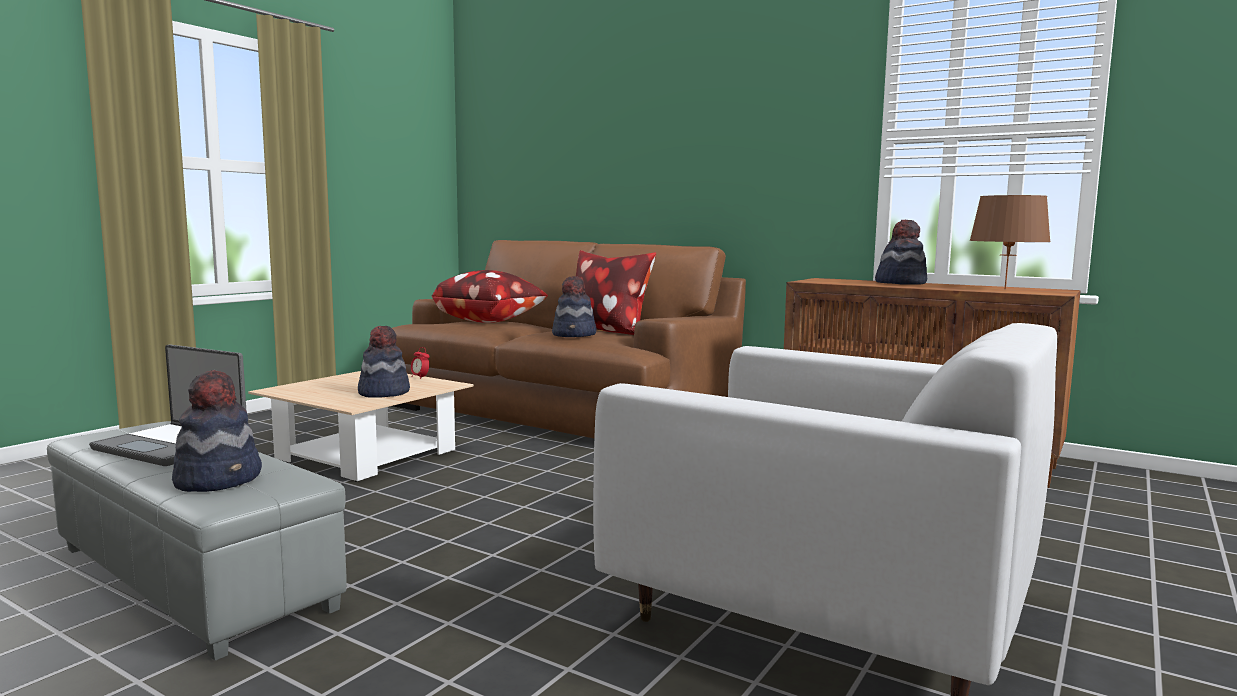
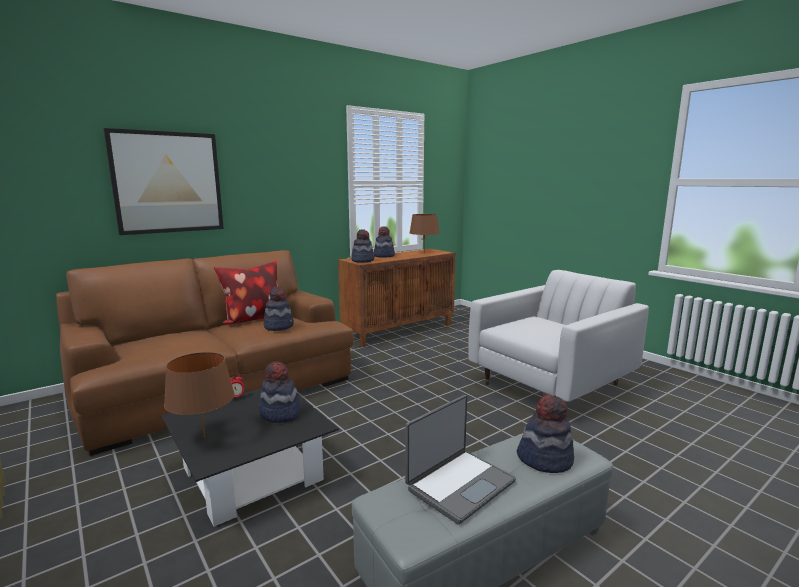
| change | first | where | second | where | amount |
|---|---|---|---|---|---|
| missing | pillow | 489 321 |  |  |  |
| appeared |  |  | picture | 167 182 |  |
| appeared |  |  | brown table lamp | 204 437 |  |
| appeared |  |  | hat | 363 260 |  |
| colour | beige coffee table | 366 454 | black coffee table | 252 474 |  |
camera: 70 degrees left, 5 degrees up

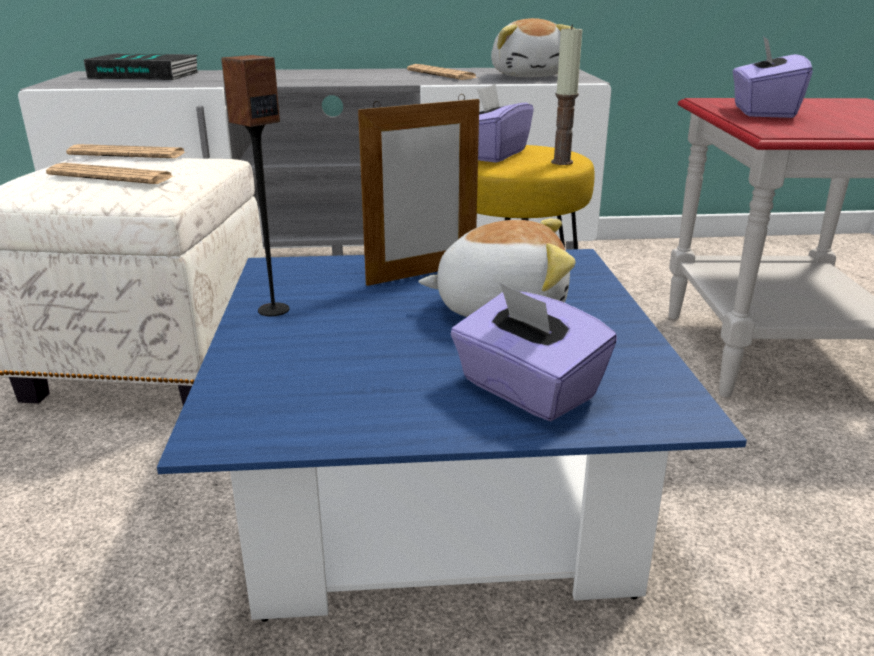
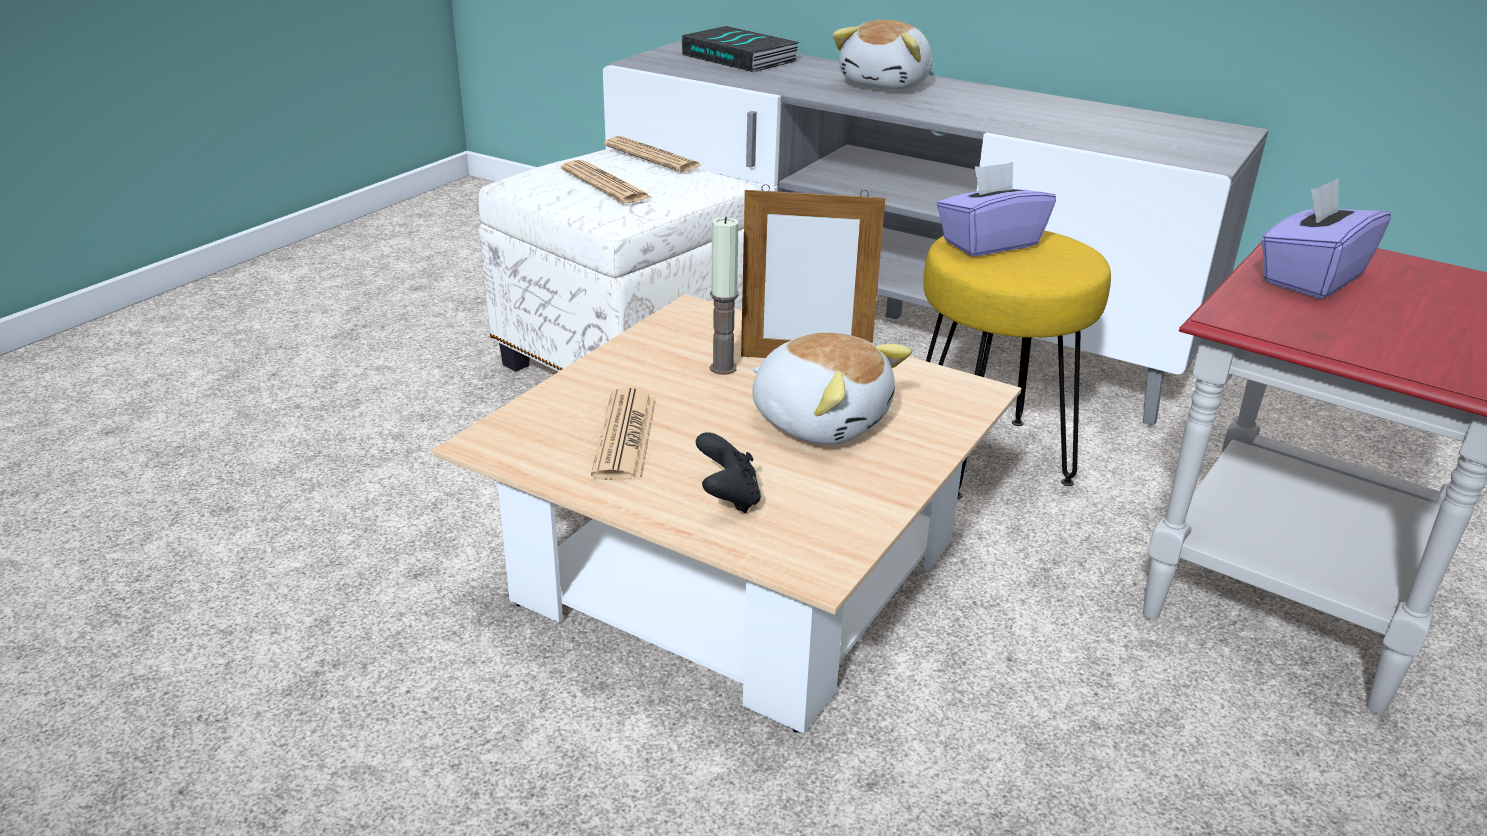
| change | first | where | second | where | amount |
|---|---|---|---|---|---|
| missing | speaker | 273 310 |  |  |  |
| relocated | newspaper | 441 74 |  | 625 436 |  |
| relocated | plush toy | 529 76 |  | 887 84 |  |
| relocated | candle | 561 162 |  | 723 368 |  |
| exchanged | purple tissue box | 526 390 | black game controller | 728 498 |  |
| colour | blue coffee table | 437 488 | beige coffee table | 739 571 |  |
camera: 35 degrees right, 5 degrees up

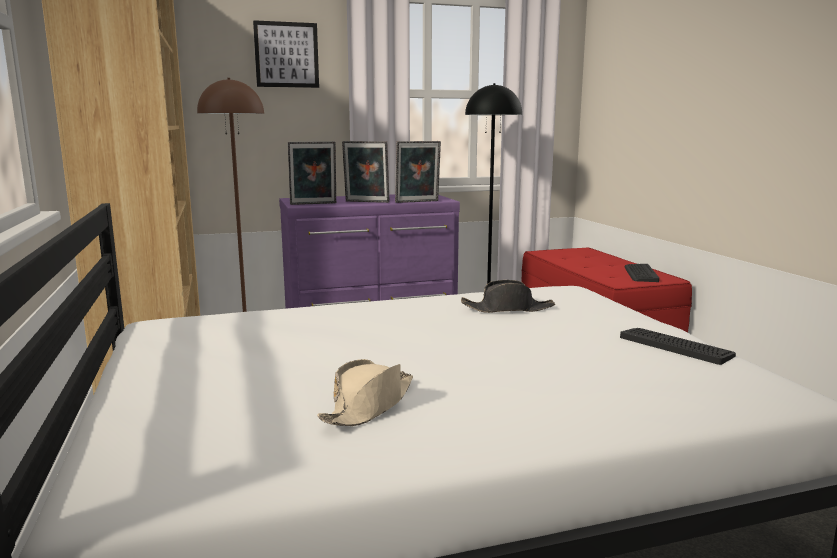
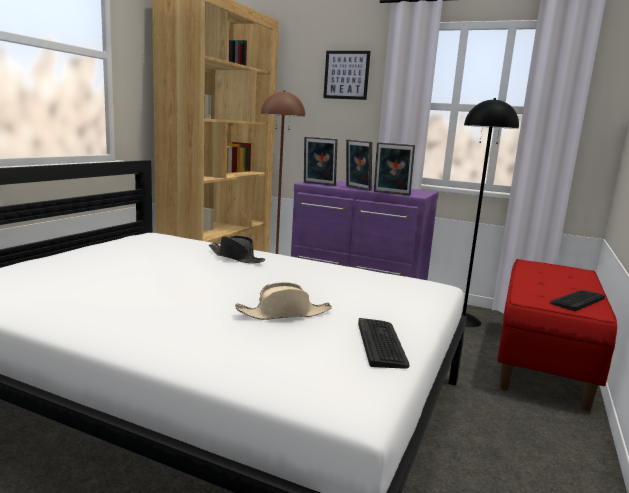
| change | first | where | second | where | amount |
|---|---|---|---|---|---|
| relocated | beige hat | 369 405 |  | 284 314 |  |
| relocated | black hat | 508 309 |  | 236 257 |  |
camera: 40 degrees right, 0 degrees up

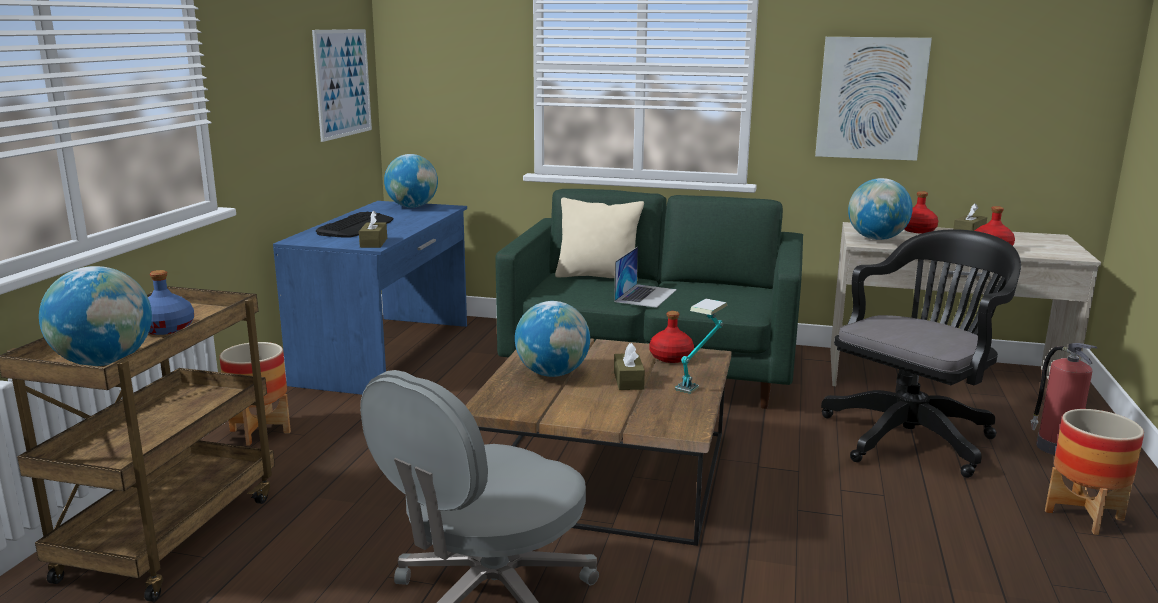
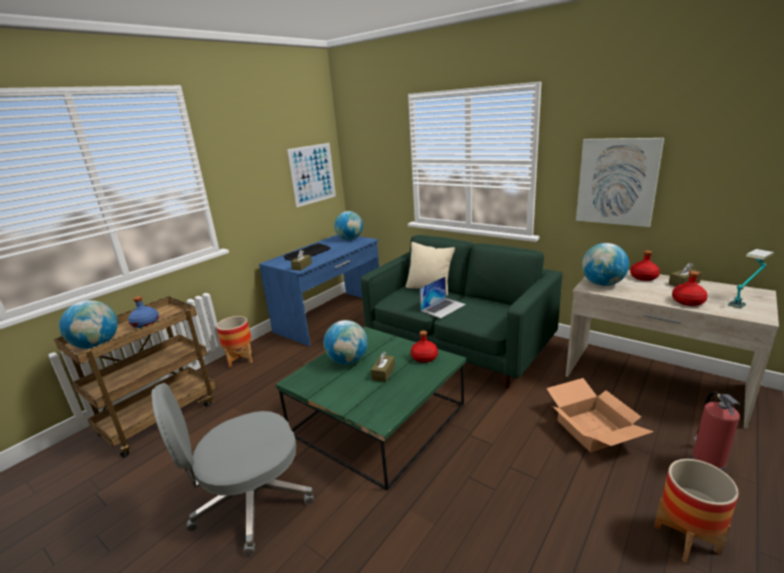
| change | first | where | second | where | amount |
|---|---|---|---|---|---|
| relocated | table lamp | 699 380 |  | 745 300 |  |
| exchanged | black office chair | 912 435 | cardboard box | 594 429 |  |
| colour | brown coffee table | 607 470 | green coffee table | 379 418 |  |
camera: 25 degrees right, 5 degrees up

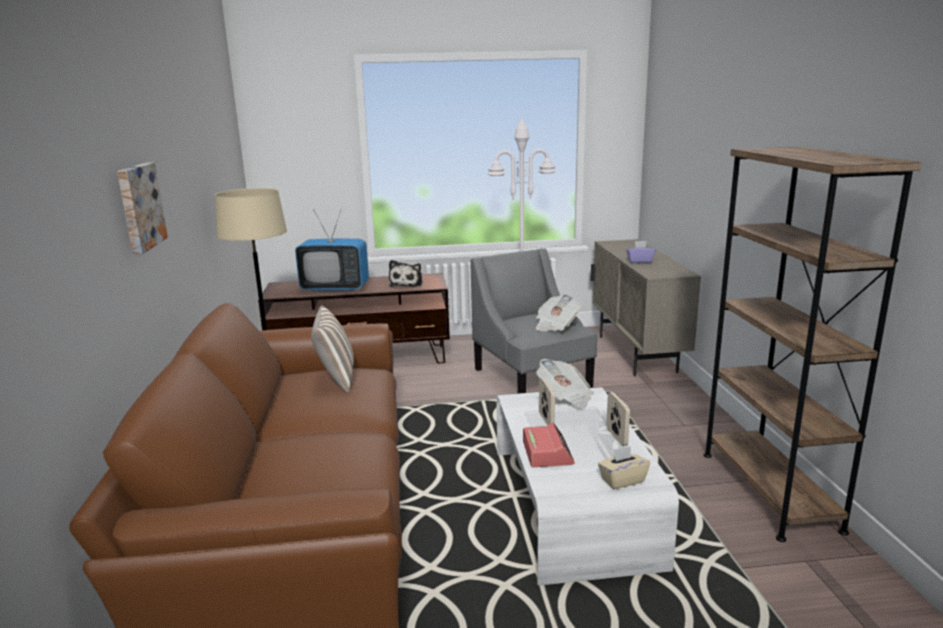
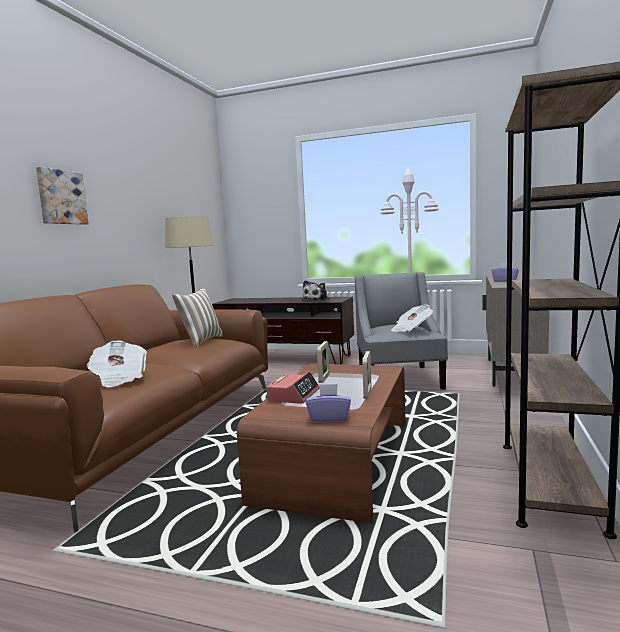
| change | first | where | second | where | amount |
|---|---|---|---|---|---|
| missing | television | 335 288 |  |  |  |
| relocated | newspaper | 565 397 |  | 119 378 |  |
| colour | white coffee table | 572 505 | brown coffee table | 337 459 |  |
| colour | beige tissue box | 622 480 | purple tissue box | 329 418 |  |
camera: 25 degrees right, 10 degrees down

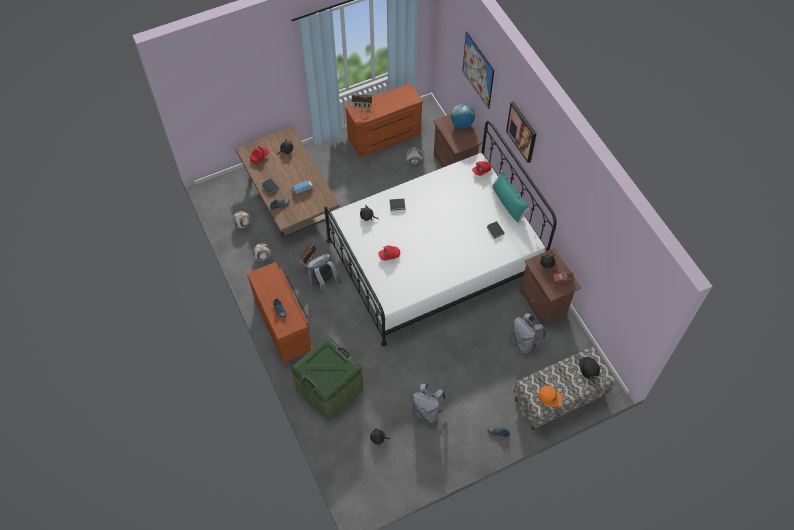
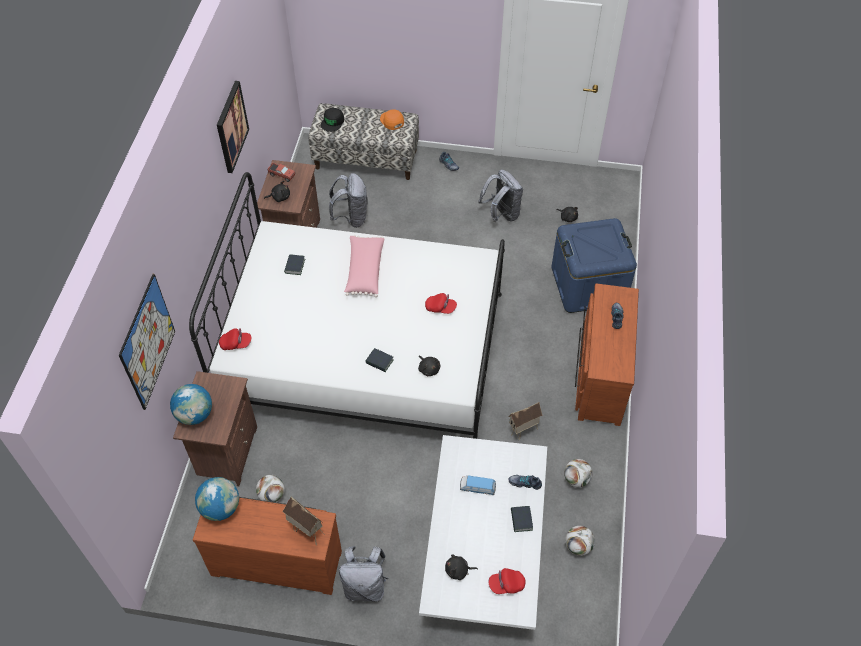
| change | first | where | second | where | amount |
|---|---|---|---|---|---|
| missing | turquoise pillow | 508 203 |  |  |  |
| appeared |  |  | globe | 221 508 |  |
| appeared |  |  | pink pillow | 364 271 |  |
| relocated | grey backpack | 323 283 |  | 365 586 |  |
| relocated | picture | 522 131 |  | 231 127 |  |
| colour | brown coffee table | 289 196 | white coffee table | 485 550 |  |
| colour | green storage box | 329 388 | blue storage box | 588 285 |  |
camera: 145 degrees left, 5 degrees down

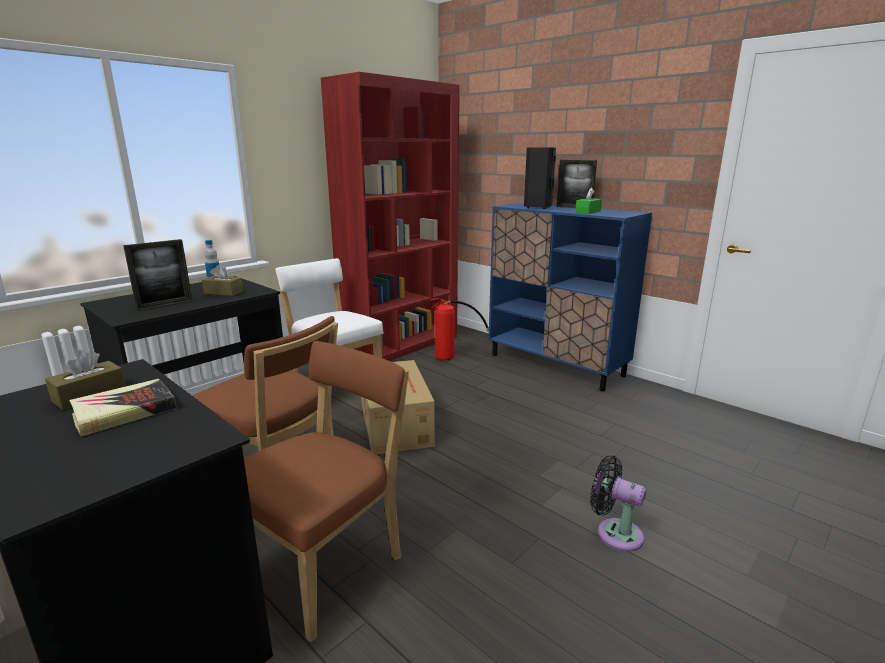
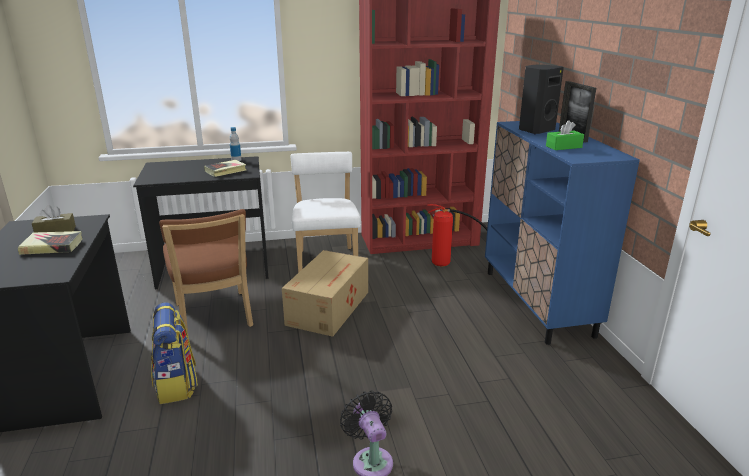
| change | first | where | second | where | amount |
|---|---|---|---|---|---|
| missing | picture frame | 165 305 |  |  |  |
| exchanged | brown tissue box | 223 292 | book | 226 171 |  |
| exchanged | brown chair | 327 564 | backpack | 177 384 |  |
camera: 35 degrees right, 5 degrees up

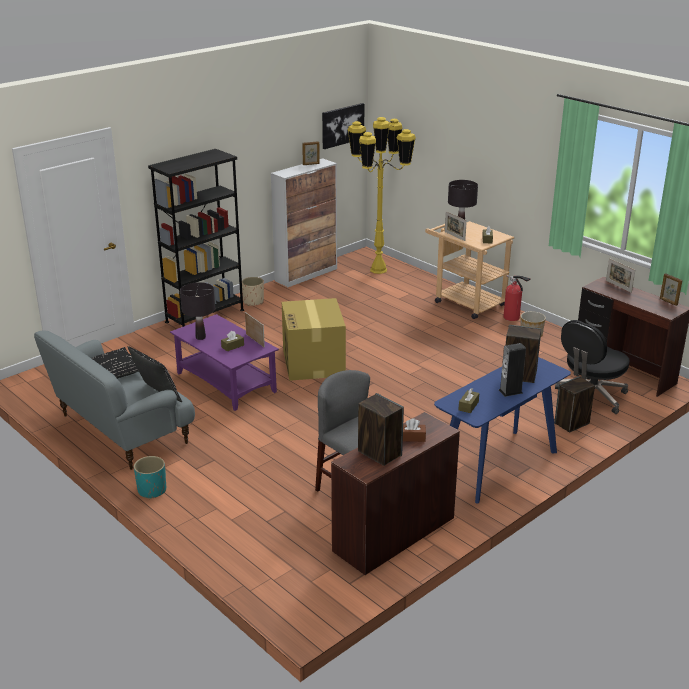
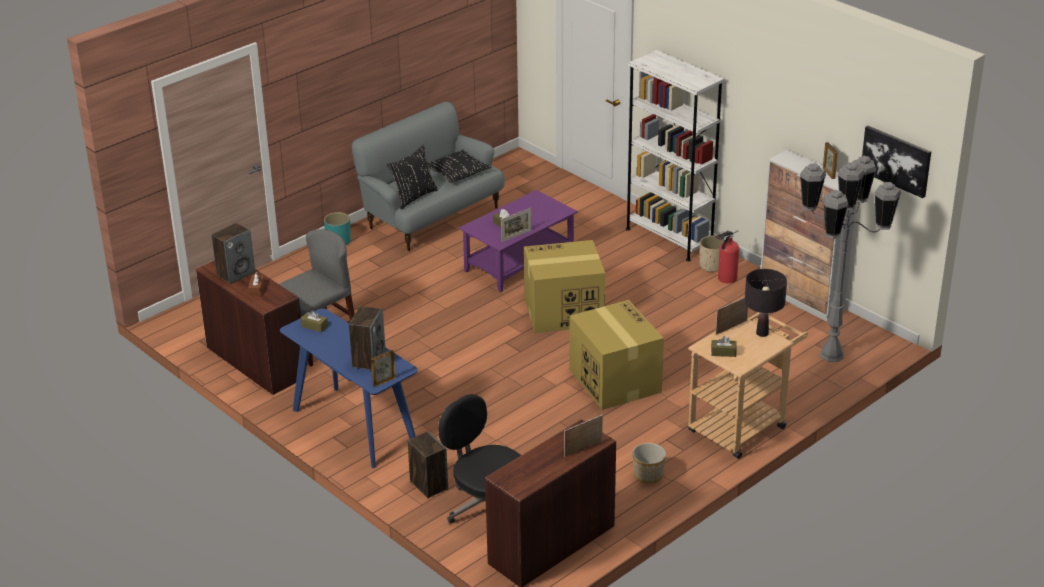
| change | first | where | second | where | amount |
|---|---|---|---|---|---|
| missing | black table lamp | 200 337 |  |  |  |
| missing | speaker | 510 391 |  |  |  |
| appeared |  |  | cardboard box | 614 380 |  |
| relocated | fire extinguisher | 513 318 |  | 725 279 |  |
| relocated | picture frame | 668 302 |  | 384 381 |  |
| colour | black bookcase | 205 316 | white bookcase | 669 238 |  |
| colour | yellow floor lamp | 378 270 | grey floor lamp | 831 355 |  |
camera: 90 degrees right, 5 degrees up

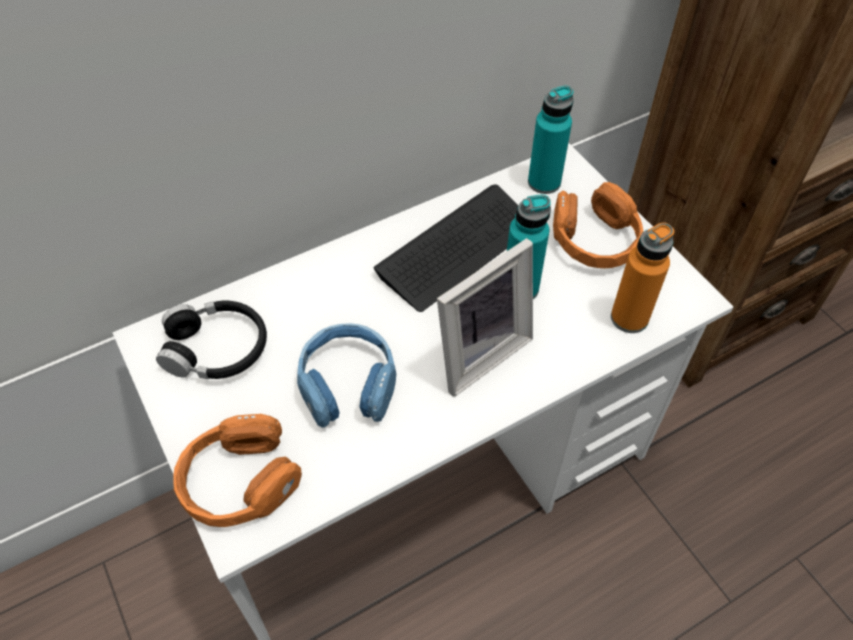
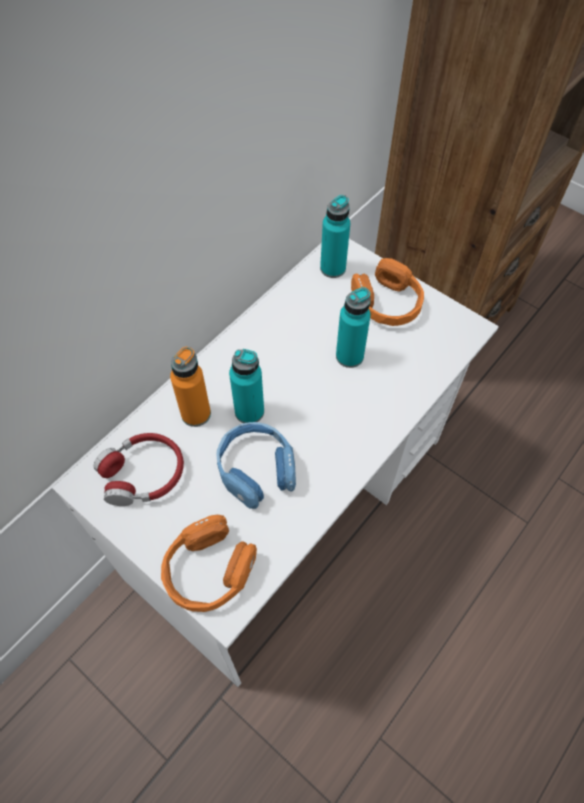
| change | first | where | second | where | amount |
|---|---|---|---|---|---|
| missing | keyboard | 457 249 |  |  |  |
| missing | picture frame | 477 352 |  |  |  |
| appeared |  |  | turquoise bottle | 249 411 |  |
| relocated | orange bottle | 629 318 |  | 196 414 |  |
| colour | black headphones | 216 349 | red headphones | 143 474 |  |
camera: 20 degrees left, 5 degrees up

